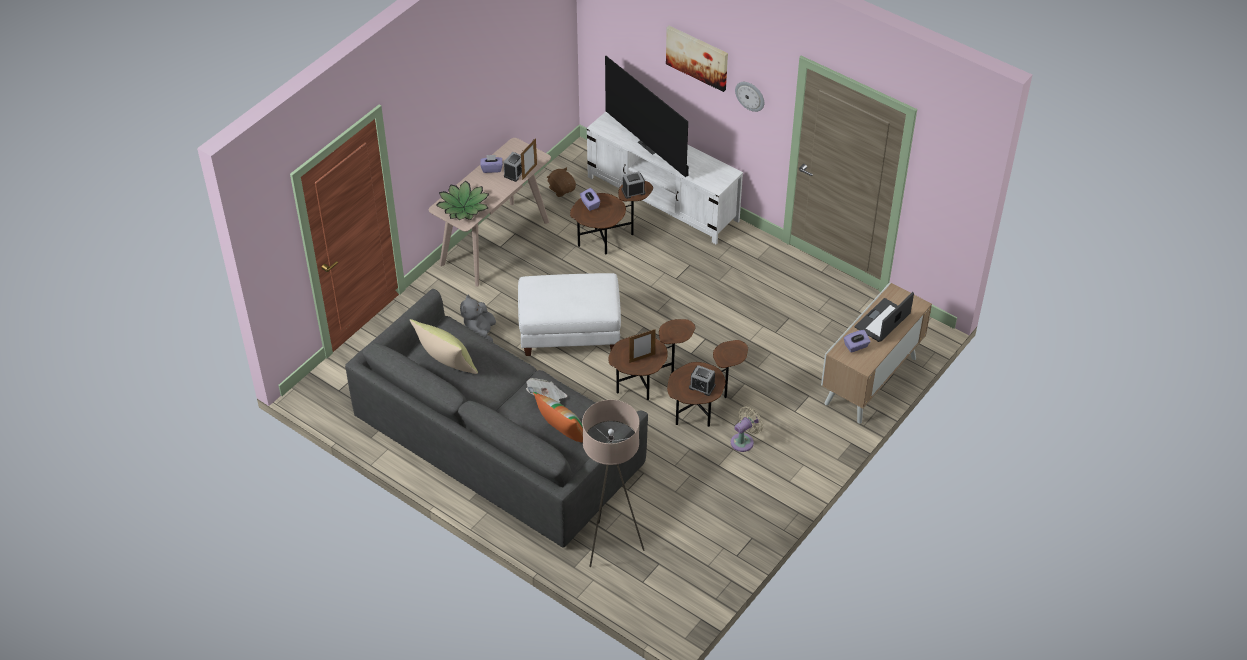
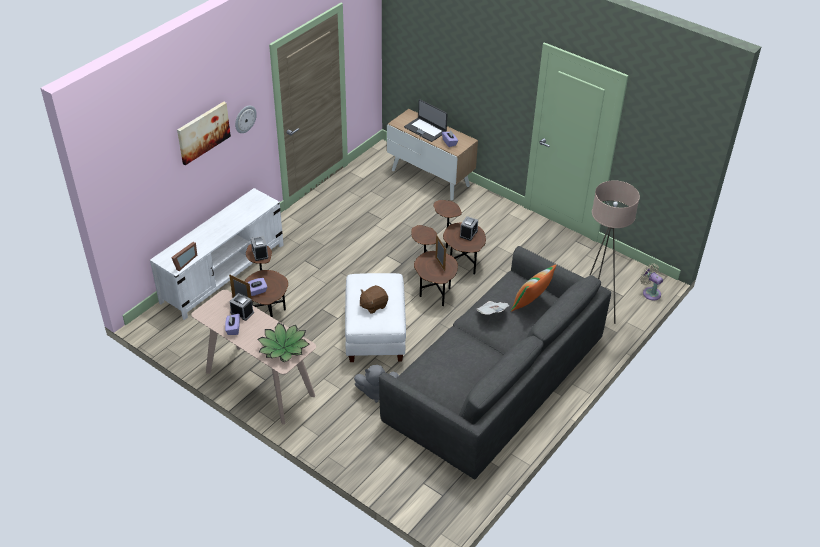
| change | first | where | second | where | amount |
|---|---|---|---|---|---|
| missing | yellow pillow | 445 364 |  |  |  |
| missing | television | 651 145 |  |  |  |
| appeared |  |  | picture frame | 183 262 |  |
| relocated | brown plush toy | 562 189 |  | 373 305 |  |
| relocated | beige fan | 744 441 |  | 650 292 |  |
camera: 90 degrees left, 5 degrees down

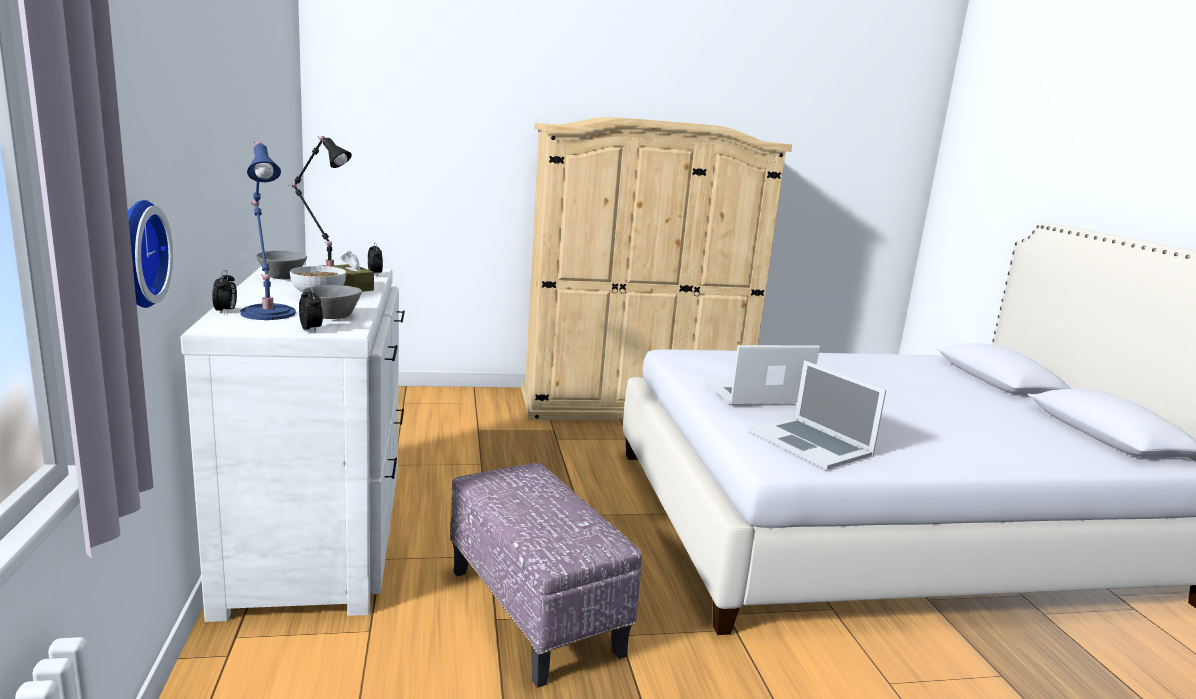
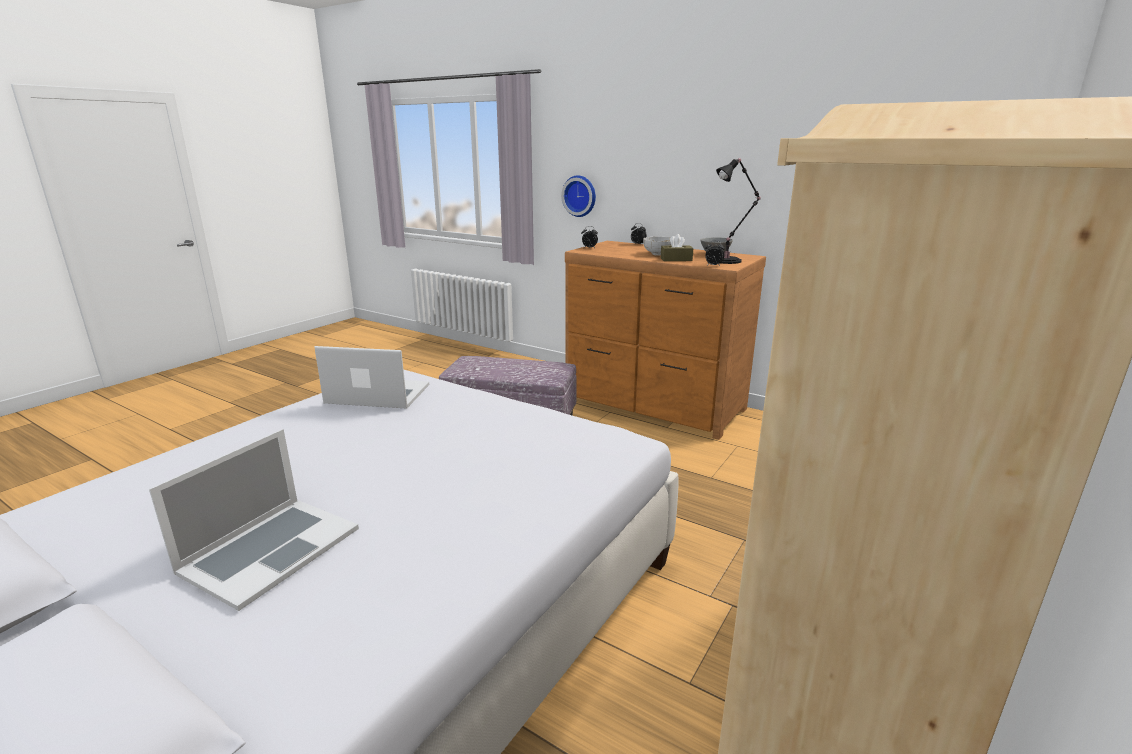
| change | first | where | second | where | amount |
|---|---|---|---|---|---|
| missing | blue table lamp | 268 312 |  |  |  |
| missing | grey bowl | 332 316 |  |  |  |
| relocated | laptop | 757 393 |  | 270 549 |  |
| colour | white dresser | 320 534 | brown dresser | 653 405 |  |
camera: 135 degrees right, 5 degrees up

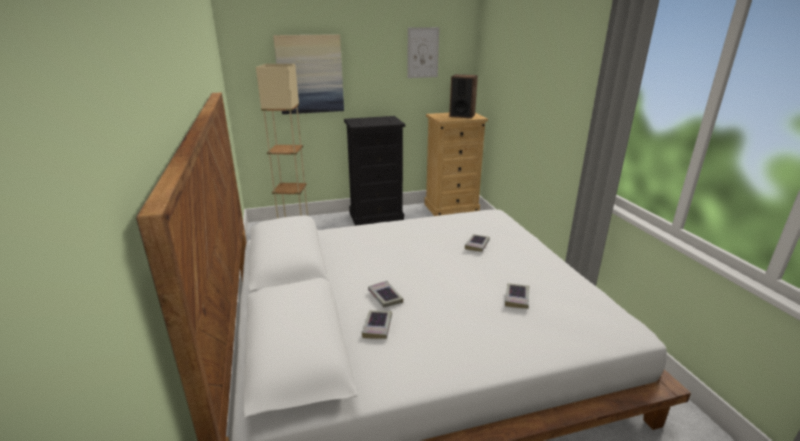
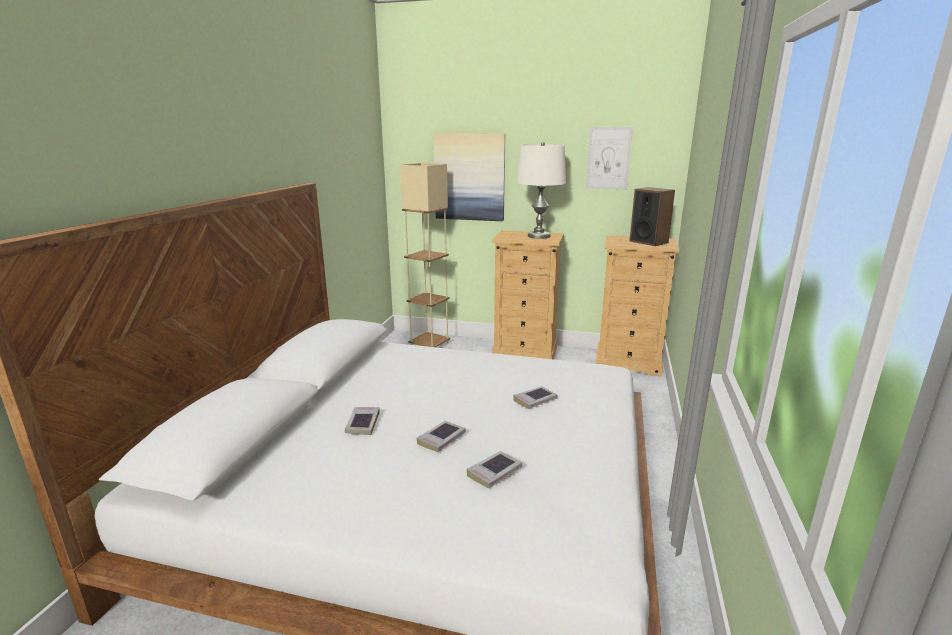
| change | first | where | second | where | amount |
|---|---|---|---|---|---|
| appeared |  |  | white table lamp | 539 236 |  |
| relocated | book | 377 327 |  | 441 439 |  |
| colour | black dresser | 376 217 | beige dresser | 525 352 |  |
camera: 30 degrees right, 5 degrees down

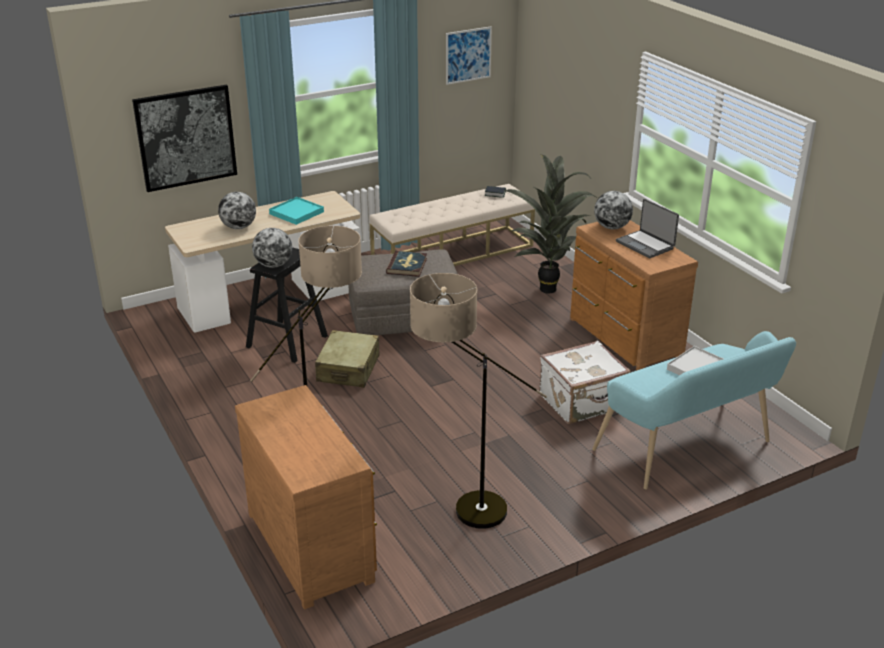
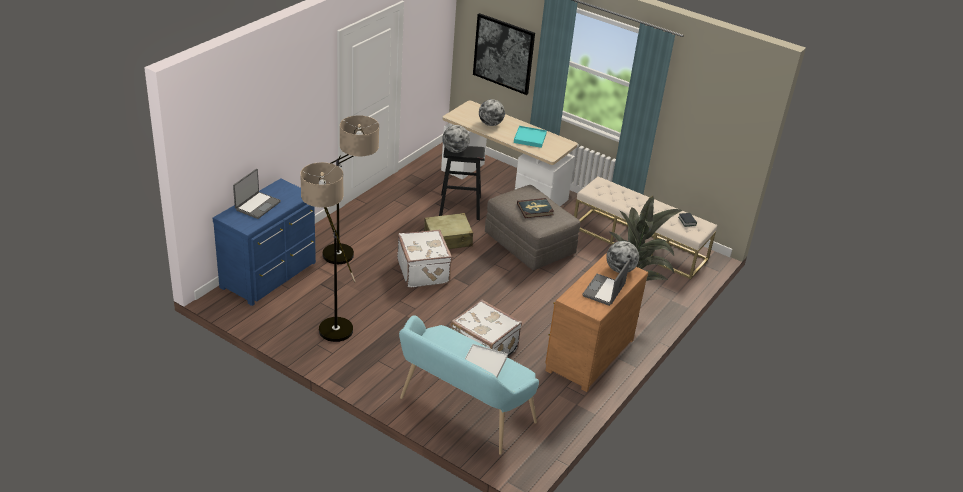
| change | first | where | second | where | amount |
|---|---|---|---|---|---|
| missing | picture | 468 55 |  |  |  |
| appeared |  |  | laptop | 257 205 |  |
| appeared |  |  | white suitcase | 424 271 |  |
| colour | brown dresser | 313 545 | blue dresser | 271 275 |  |
camera: 60 degrees right, 5 degrees up

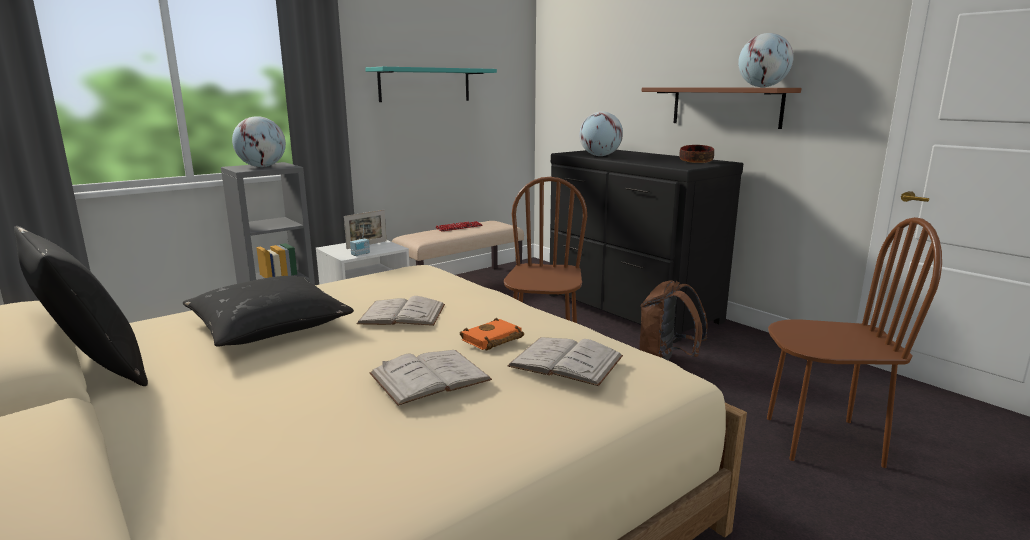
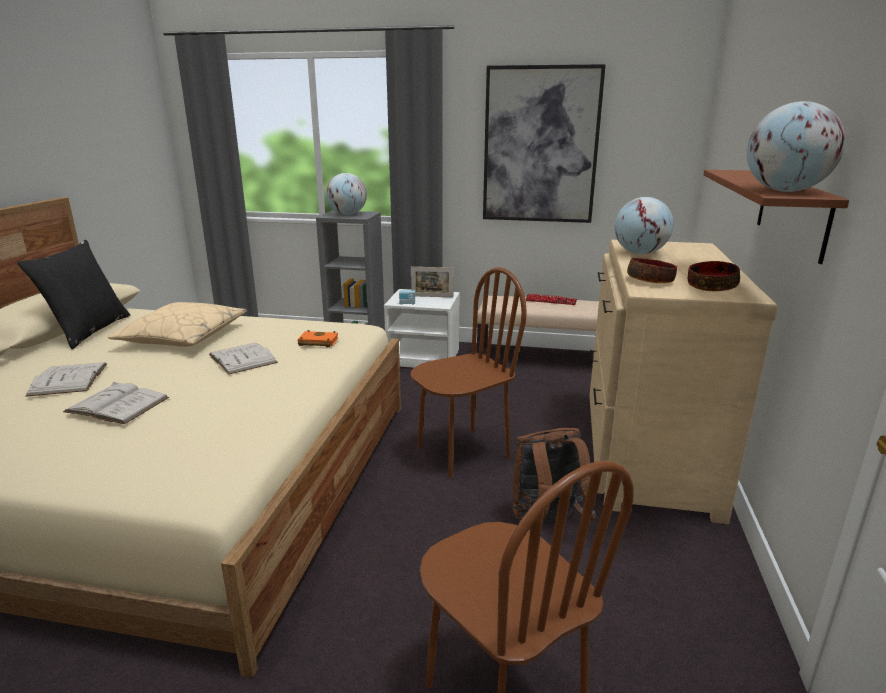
| change | first | where | second | where | amount |
|---|---|---|---|---|---|
| appeared |  |  | bowl | 650 281 |  |
| relocated | orange book | 492 340 |  | 317 342 |  |
| relocated | white book | 566 361 |  | 68 379 |  |
| exchanged | turquoise shelf | 425 85 | picture | 540 146 |  |
| colour | black pillow | 268 325 | beige pillow | 183 337 |  |
| colour | black dresser | 630 308 | beige dresser | 645 452 |  |
camera: 50 degrees right, 5 degrees up

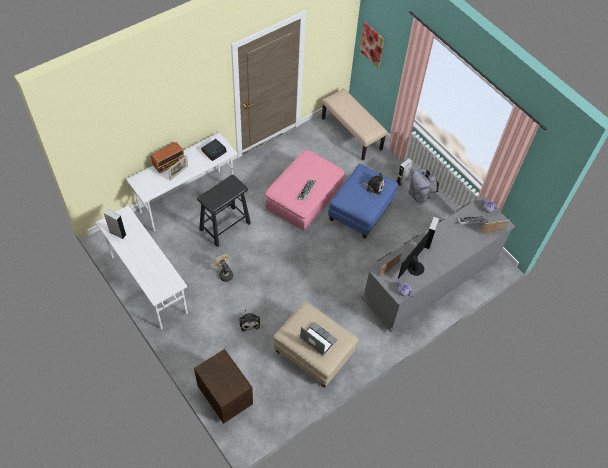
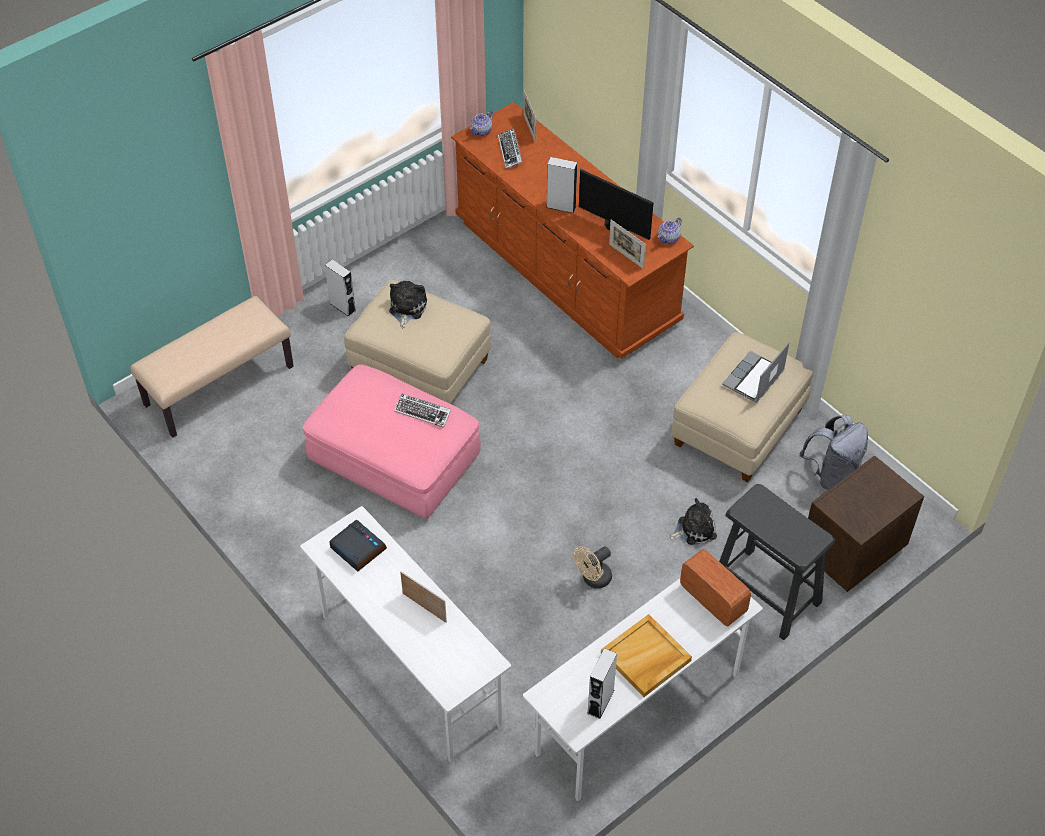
| change | first | where | second | where | amount |
|---|---|---|---|---|---|
| missing | picture | 372 44 |  |  |  |
| appeared |  |  | beige tray | 645 658 |  |
| relocated | radio | 169 163 |  | 712 599 |  |
| relocated | black stool | 224 226 |  | 766 593 |  |
| relocated | grey backpack | 419 196 |  | 832 473 |  |
| colour | blue ottoman | 360 210 | beige ottoman | 420 368 |  |
| colour | grey dresser | 430 280 | brown dresser | 565 271 |  |
camera: 90 degrees left, 5 degrees down

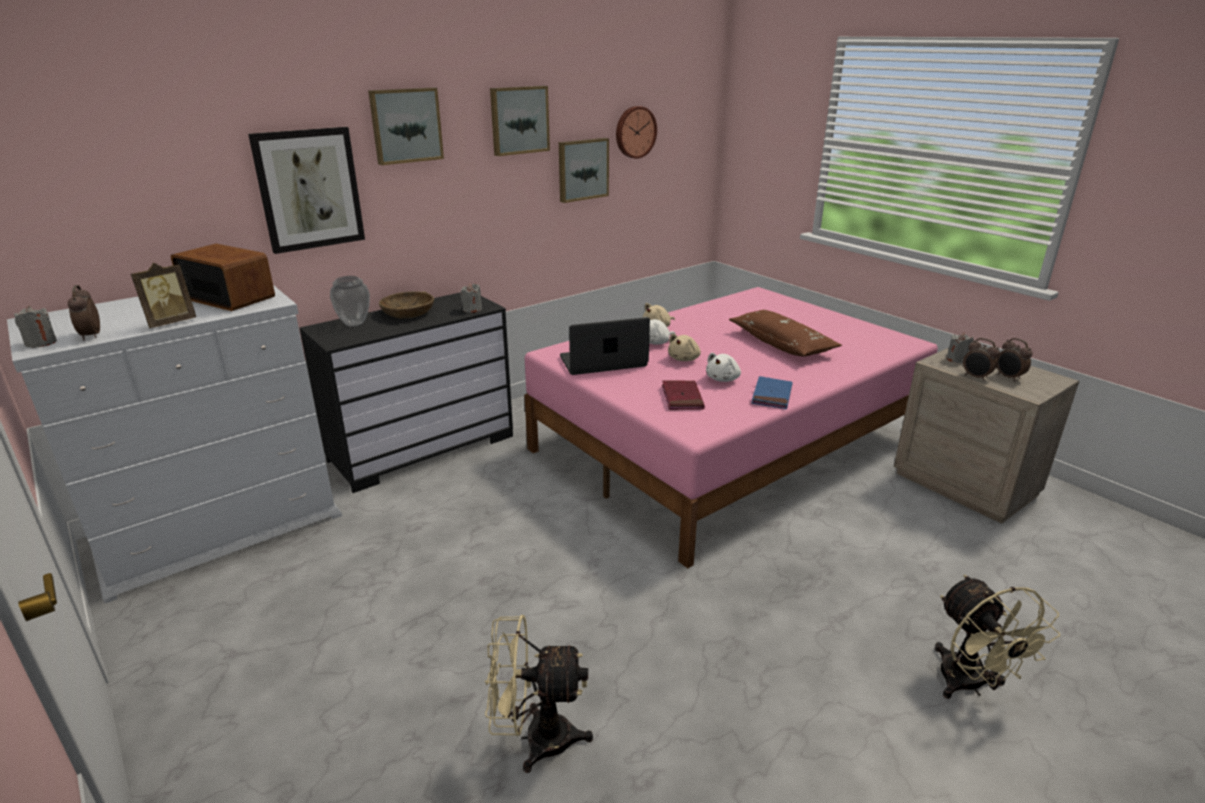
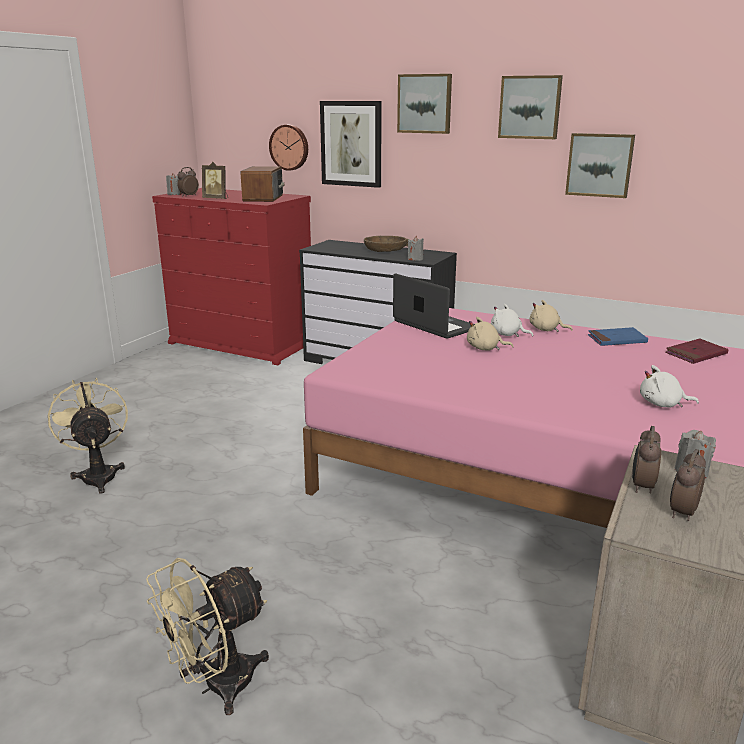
| change | first | where | second | where | amount |
|---|---|---|---|---|---|
| missing | vase | 354 324 |  |  |  |
| missing | brown pillow | 782 344 |  |  |  |
| relocated | wall clock | 634 132 |  | 290 147 |  |
| relocated | red book | 682 398 |  | 696 354 |  |
| relocated | white plush toy | 723 379 |  | 662 404 |  |
| relocated | blue book | 772 395 |  | 617 339 |  |
| colour | white dresser | 220 527 | red dresser | 243 343 |  |
camera: 65 degrees right, 5 degrees down

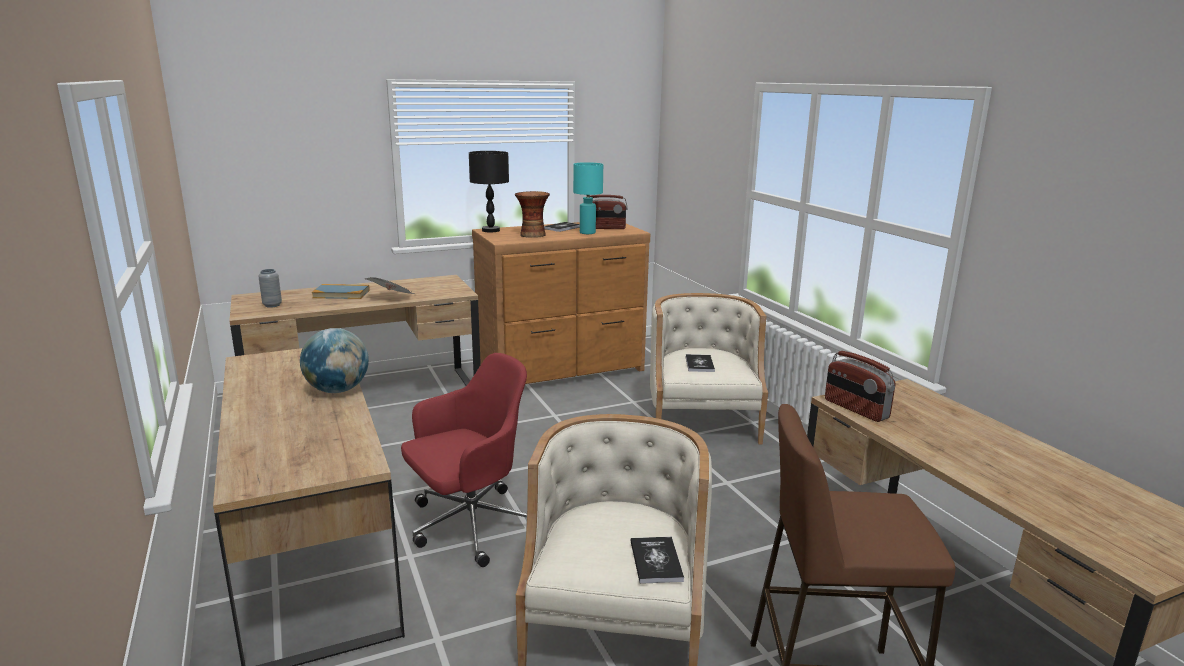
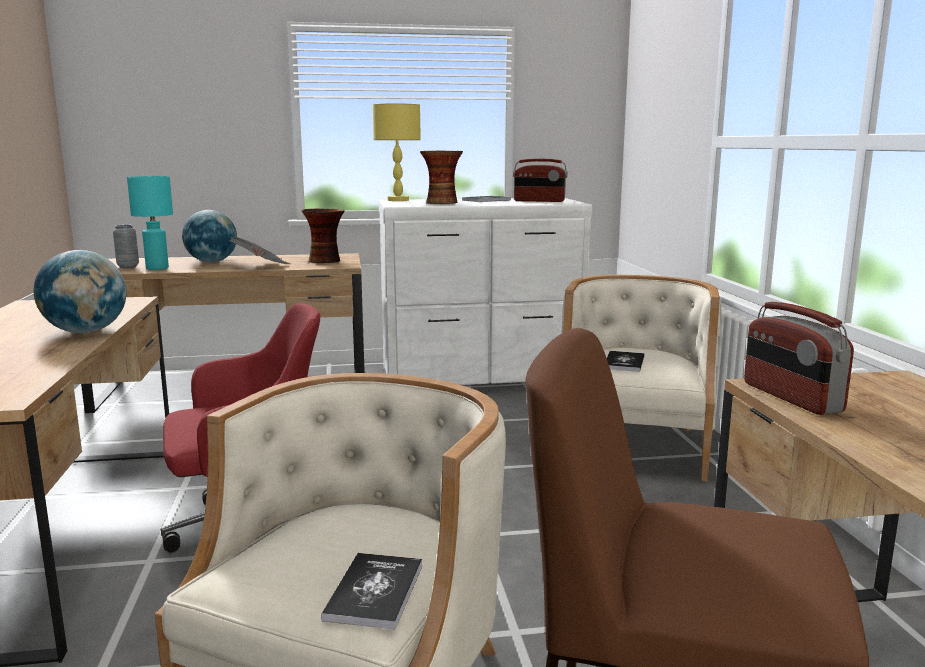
| change | first | where | second | where | amount |
|---|---|---|---|---|---|
| appeared |  |  | vase | 325 261 |  |
| relocated | turquoise table lamp | 587 233 |  | 157 268 |  |
| exchanged | book | 341 294 | globe | 212 262 |  |
| colour | black table lamp | 490 230 | yellow table lamp | 398 200 |  |
| colour | brown dresser | 562 369 | white dresser | 481 377 |  |
camera: 15 degrees right, 5 degrees down

